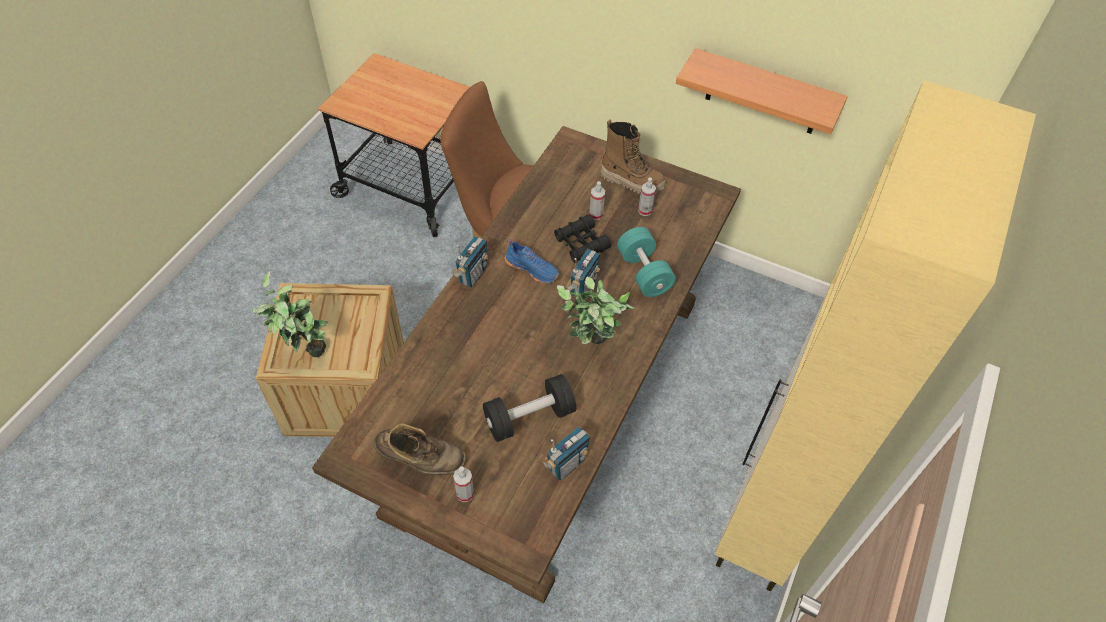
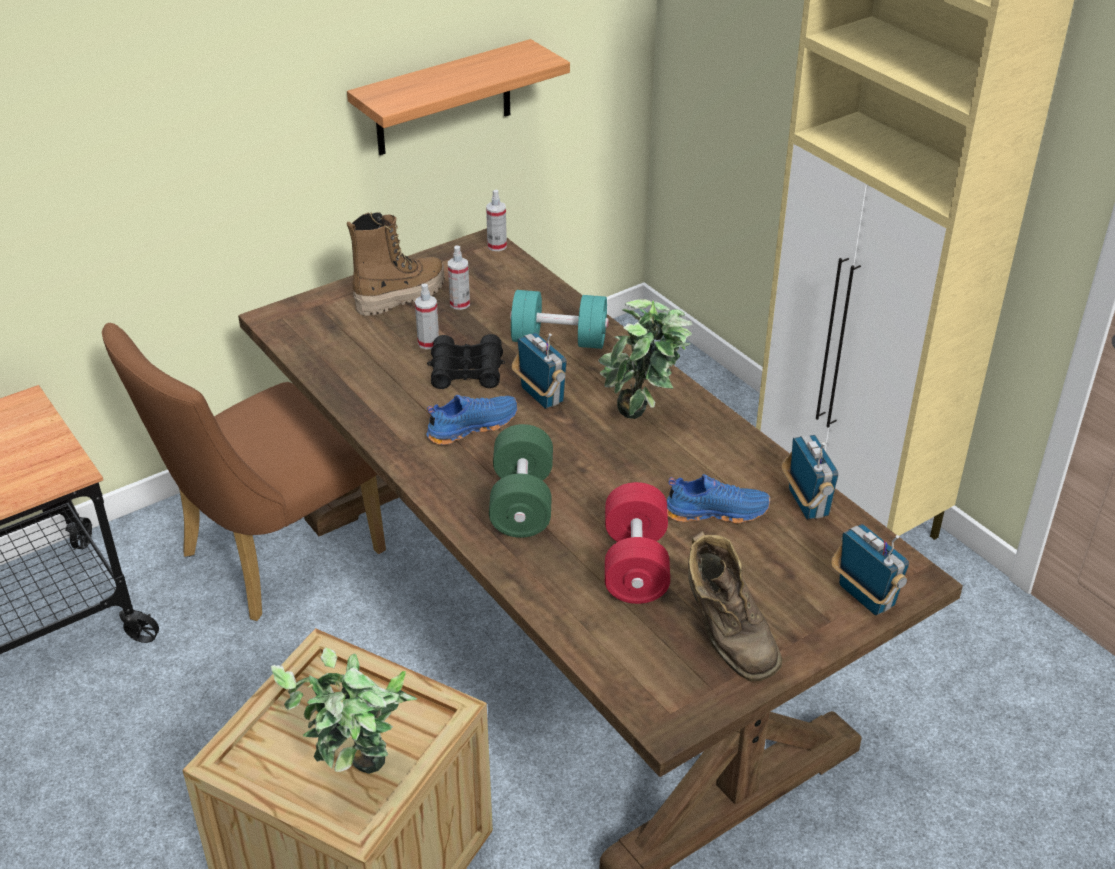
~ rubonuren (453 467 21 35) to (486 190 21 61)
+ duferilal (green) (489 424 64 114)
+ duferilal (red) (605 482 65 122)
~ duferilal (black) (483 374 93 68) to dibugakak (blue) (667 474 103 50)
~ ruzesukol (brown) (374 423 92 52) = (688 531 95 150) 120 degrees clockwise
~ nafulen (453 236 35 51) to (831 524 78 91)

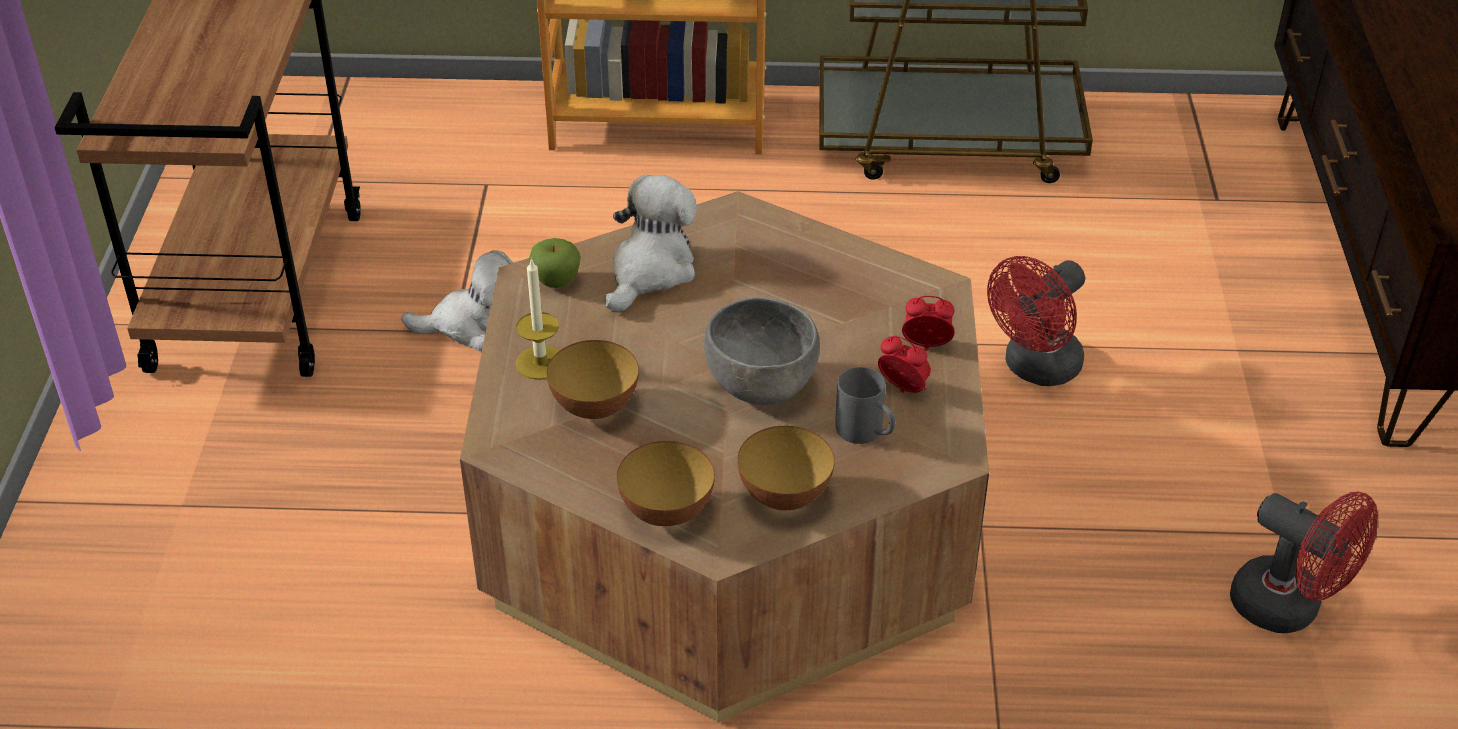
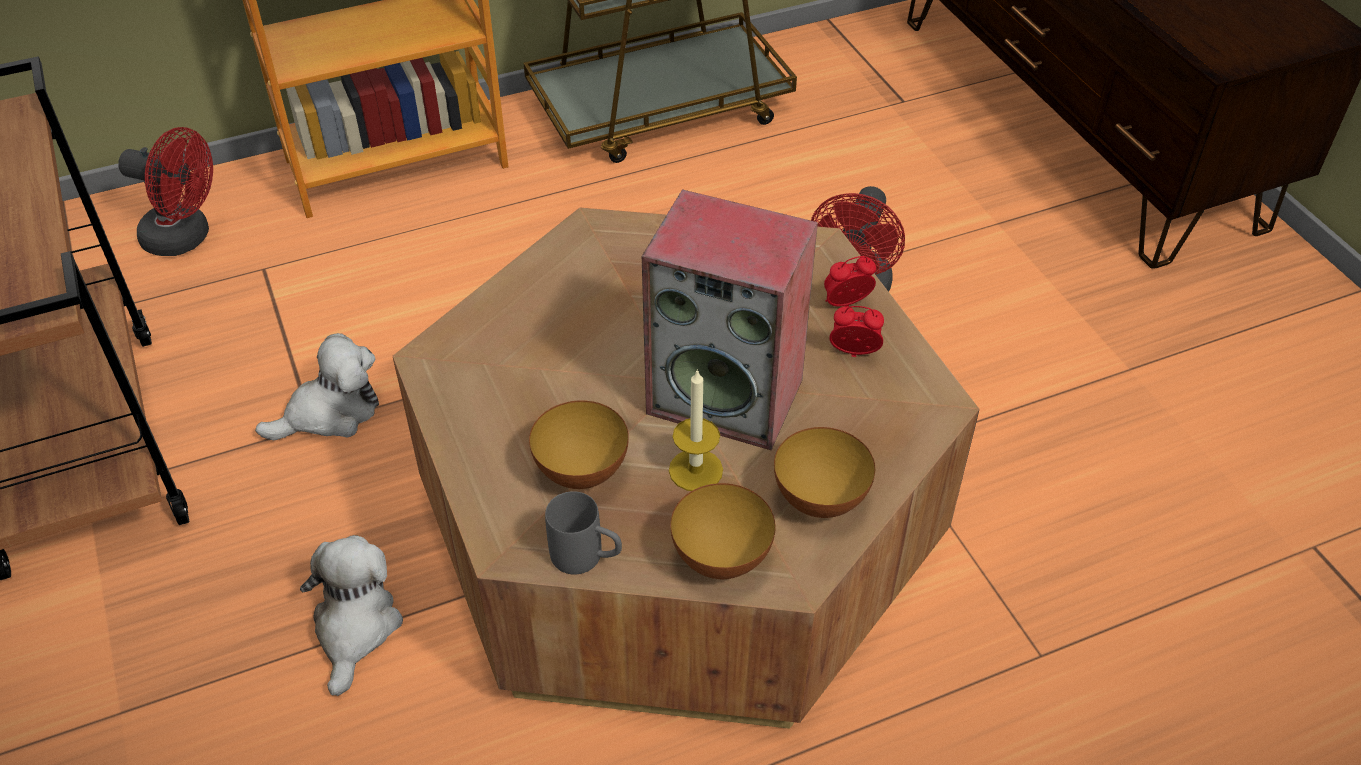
~ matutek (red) (1230 492 148 141) to (118 127 95 129)
~ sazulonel (605 174 92 138) to (300 535 103 161)
~ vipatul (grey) (836 367 59 77) to (545 491 77 84)
~ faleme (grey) (704 297 116 108) to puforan (642 189 176 261)
~ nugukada (516 258 44 122) to (669 369 54 122)
- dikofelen (529 238 52 50)

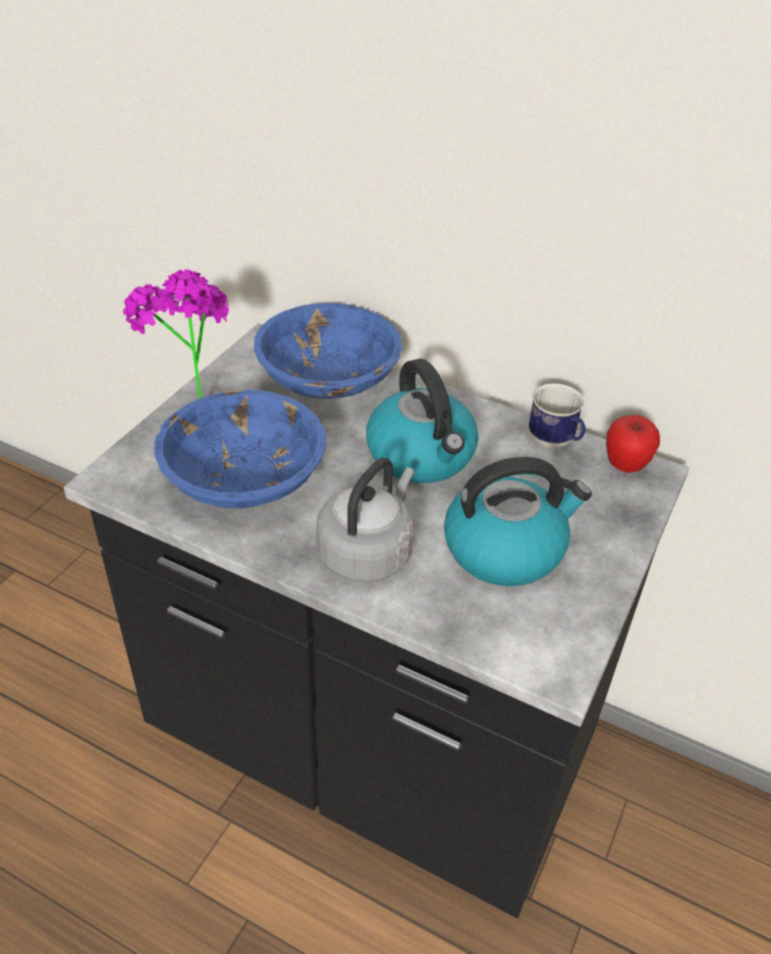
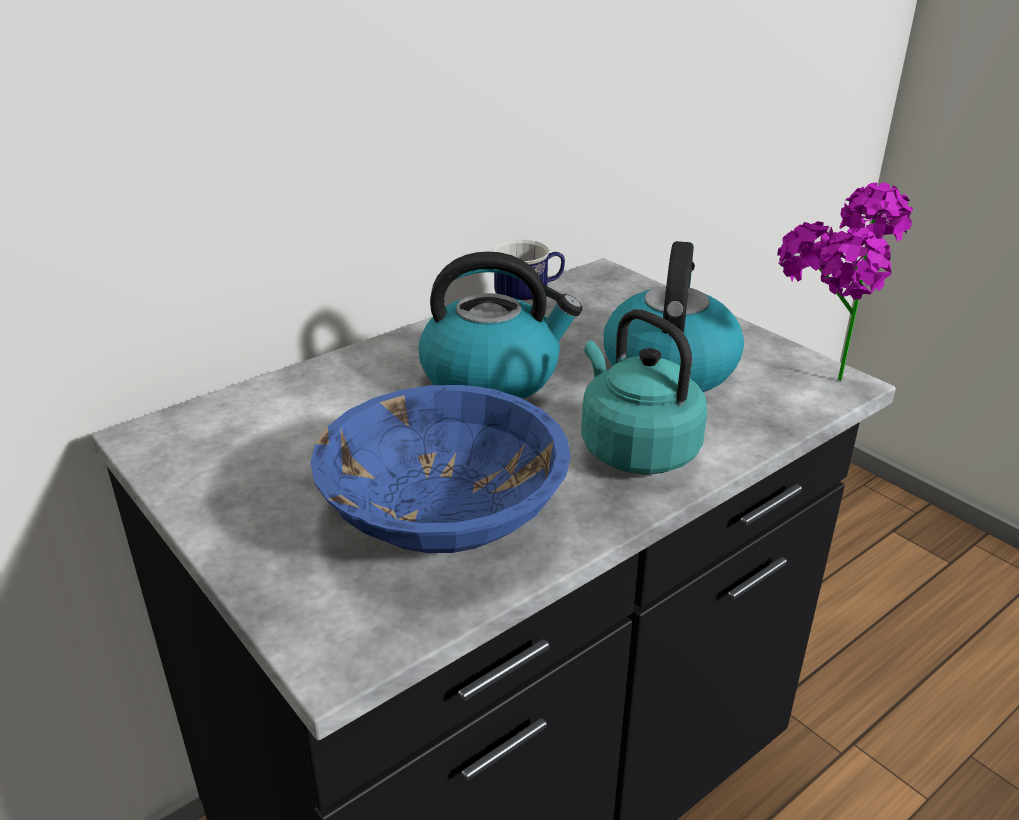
~ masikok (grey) (316 458 98 124) to masikok (turquoise) (581 309 126 166)
~ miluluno (123 269 106 130) to (777 182 136 199)
- faleme (blue) (254 303 148 96)
- dikofelen (606 415 54 58)

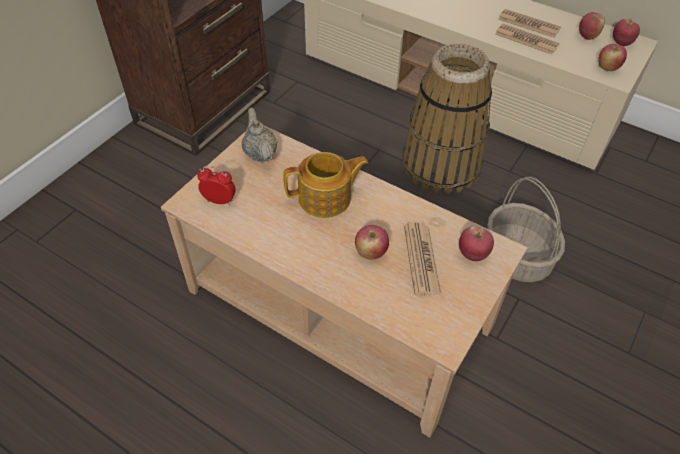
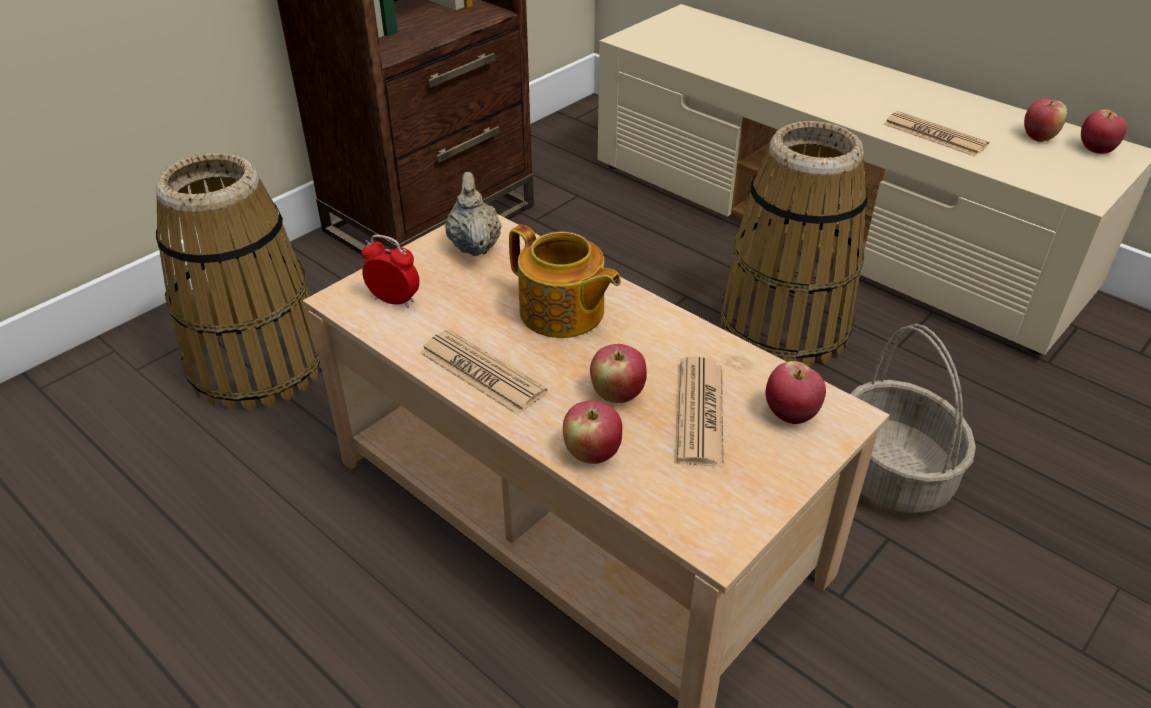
+ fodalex (156 153 166 258)
~ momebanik (498 9 63 28) to (420 329 127 86)
~ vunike (283 152 85 66) = (509 225 112 113) 45 degrees clockwise
~ dikofelen (598 44 29 27) to (563 401 59 63)

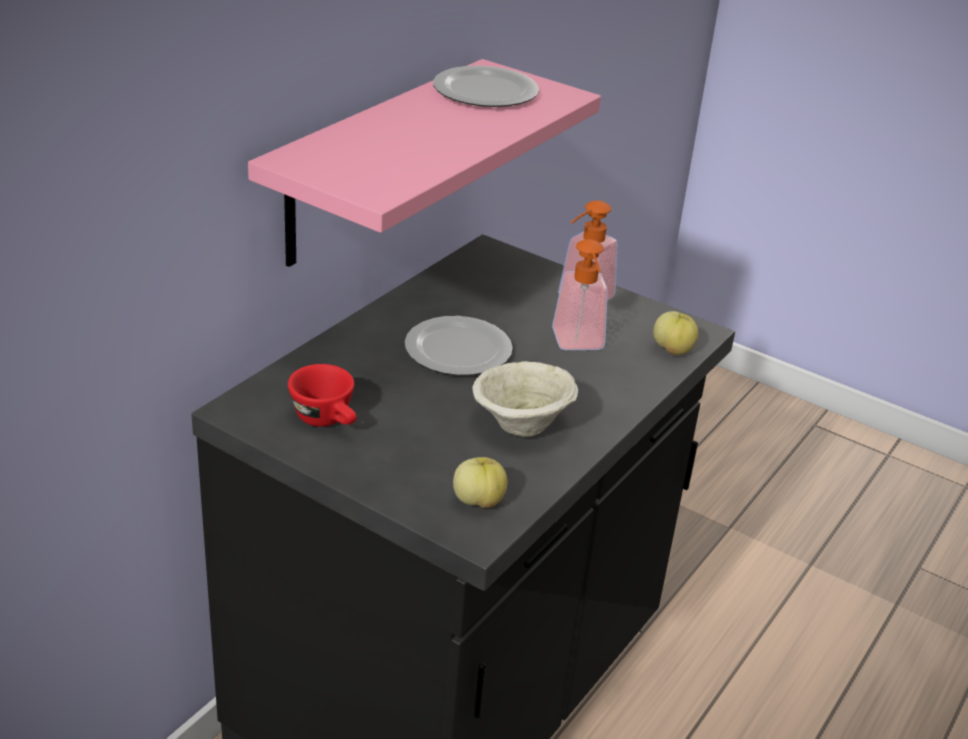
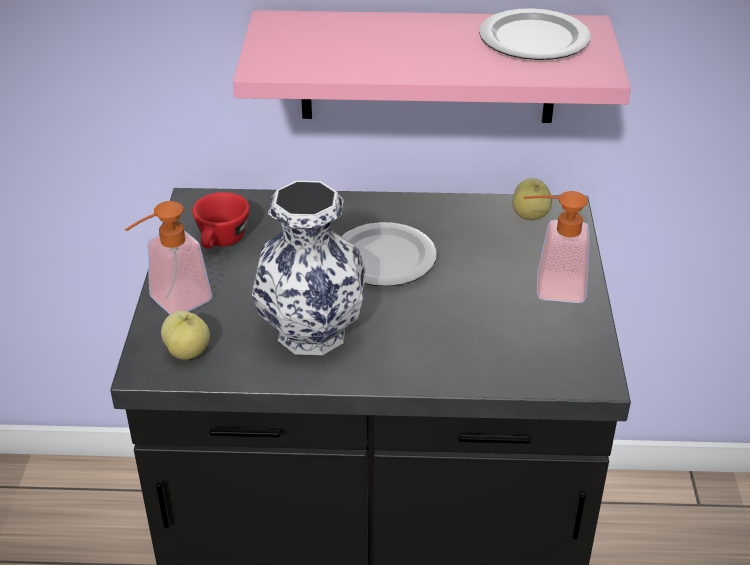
~ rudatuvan (552 239 56 111) to (125 201 87 114)
~ faleme (beige) (473 361 105 76) to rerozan (252 180 114 175)
~ dikofelen (653 311 45 44) to (512 178 40 42)

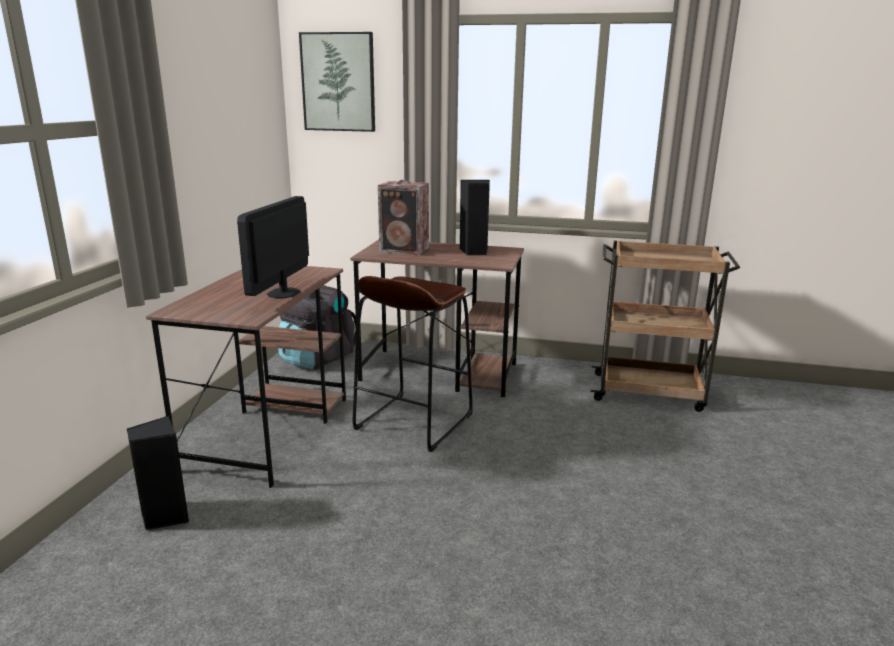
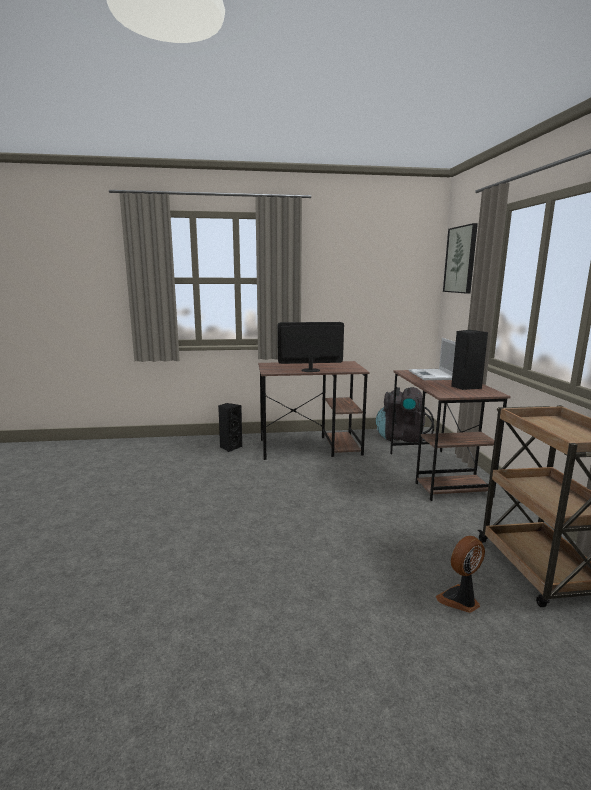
~ puforan (378 180 51 75) to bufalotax (409 338 47 42)
+ matutek (436 536 49 77)
- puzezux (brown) (353 276 120 176)

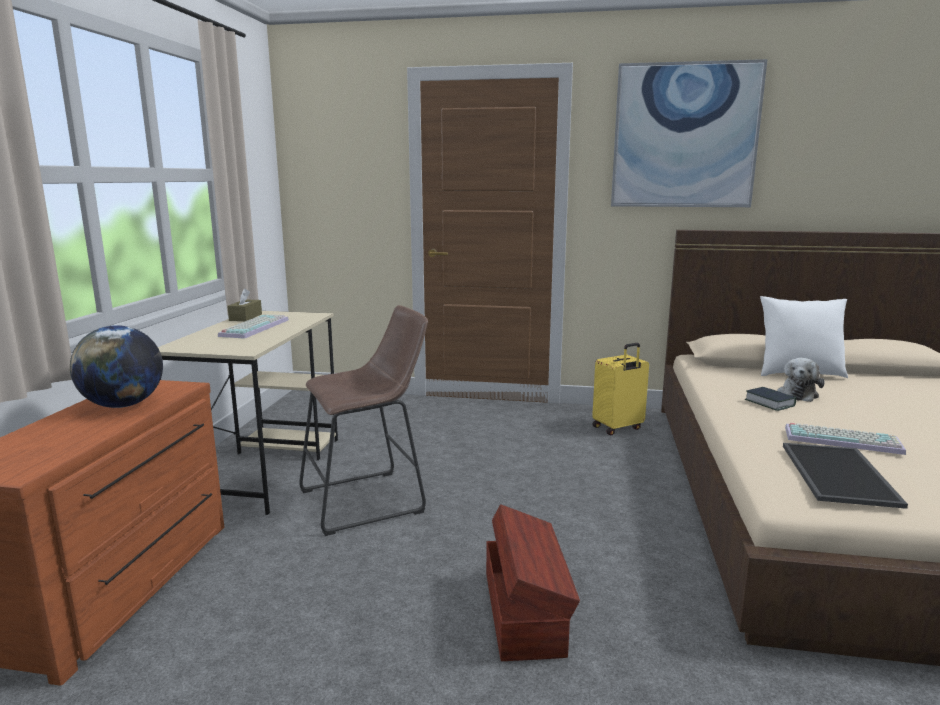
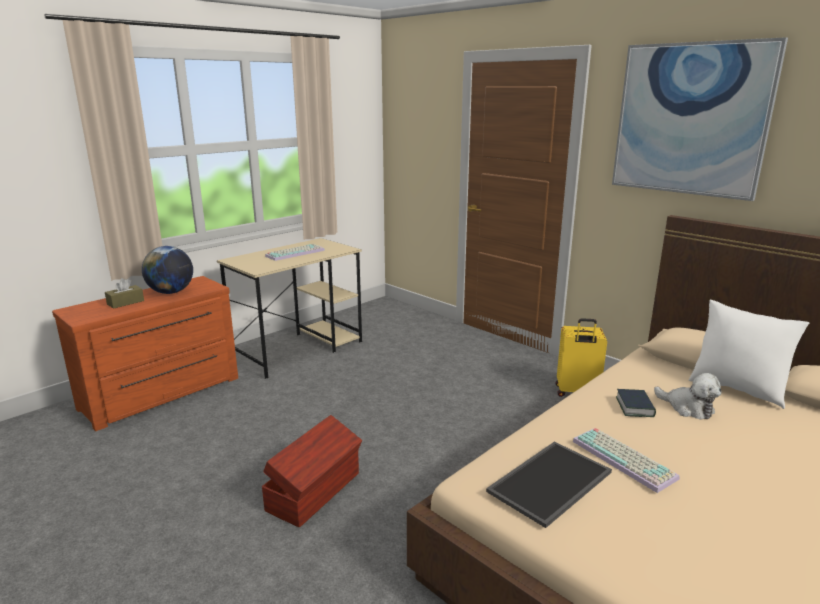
~ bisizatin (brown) (227 288 35 33) to (105 278 39 31)
~ sazulonel (777 358 48 44) = (654 373 67 46) 105 degrees counterclockwise
- puzezux (brown) (299 305 129 231)

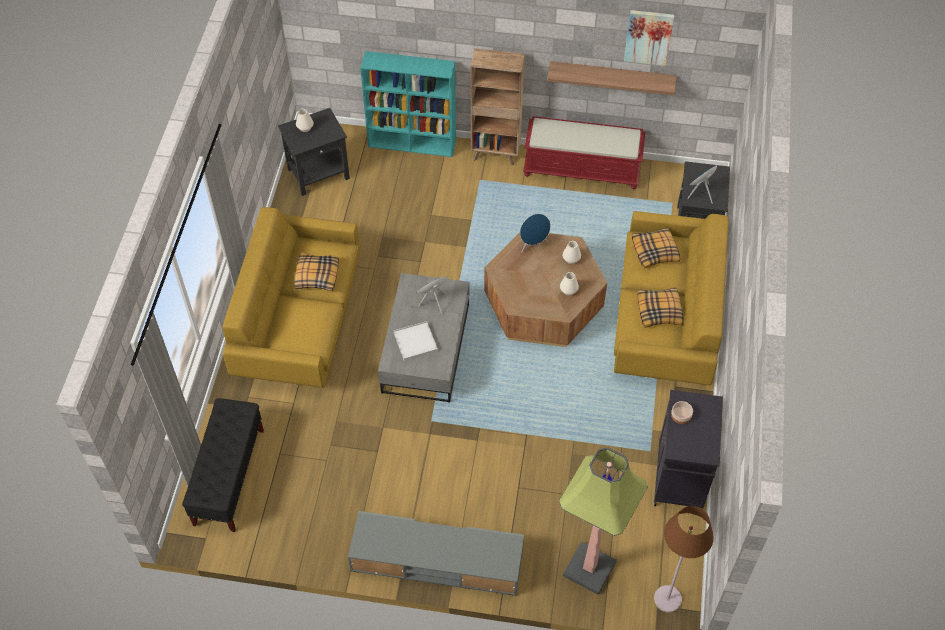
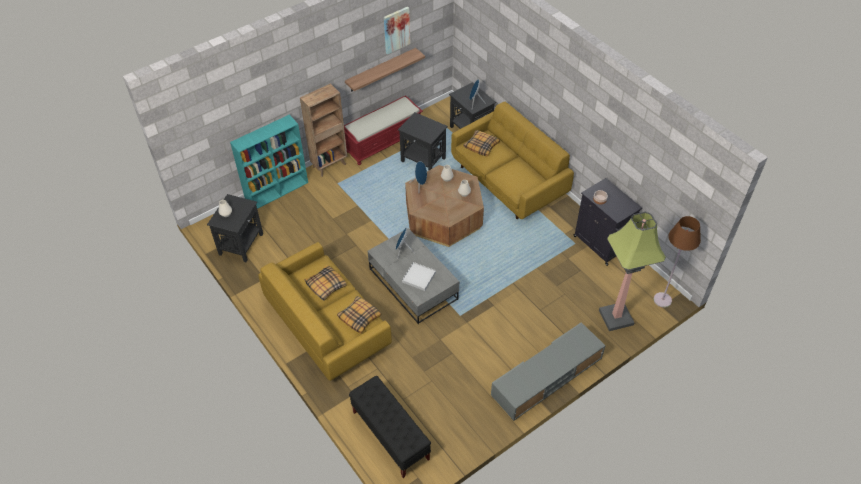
~ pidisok (637 287 46 41) to (337 296 44 38)
+ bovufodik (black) (398 112 50 59)

